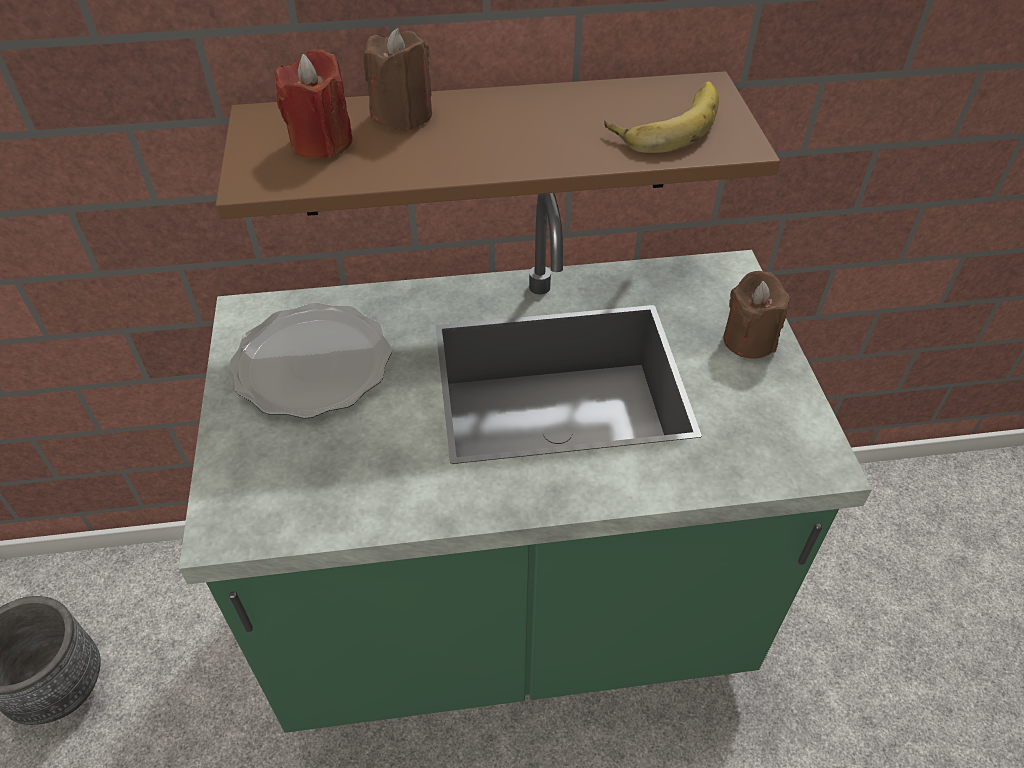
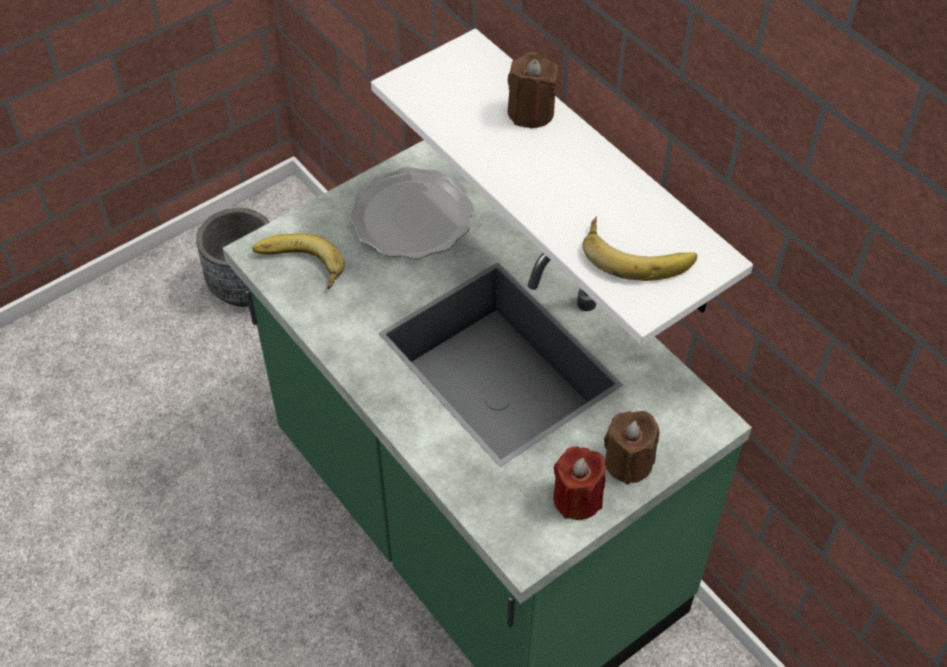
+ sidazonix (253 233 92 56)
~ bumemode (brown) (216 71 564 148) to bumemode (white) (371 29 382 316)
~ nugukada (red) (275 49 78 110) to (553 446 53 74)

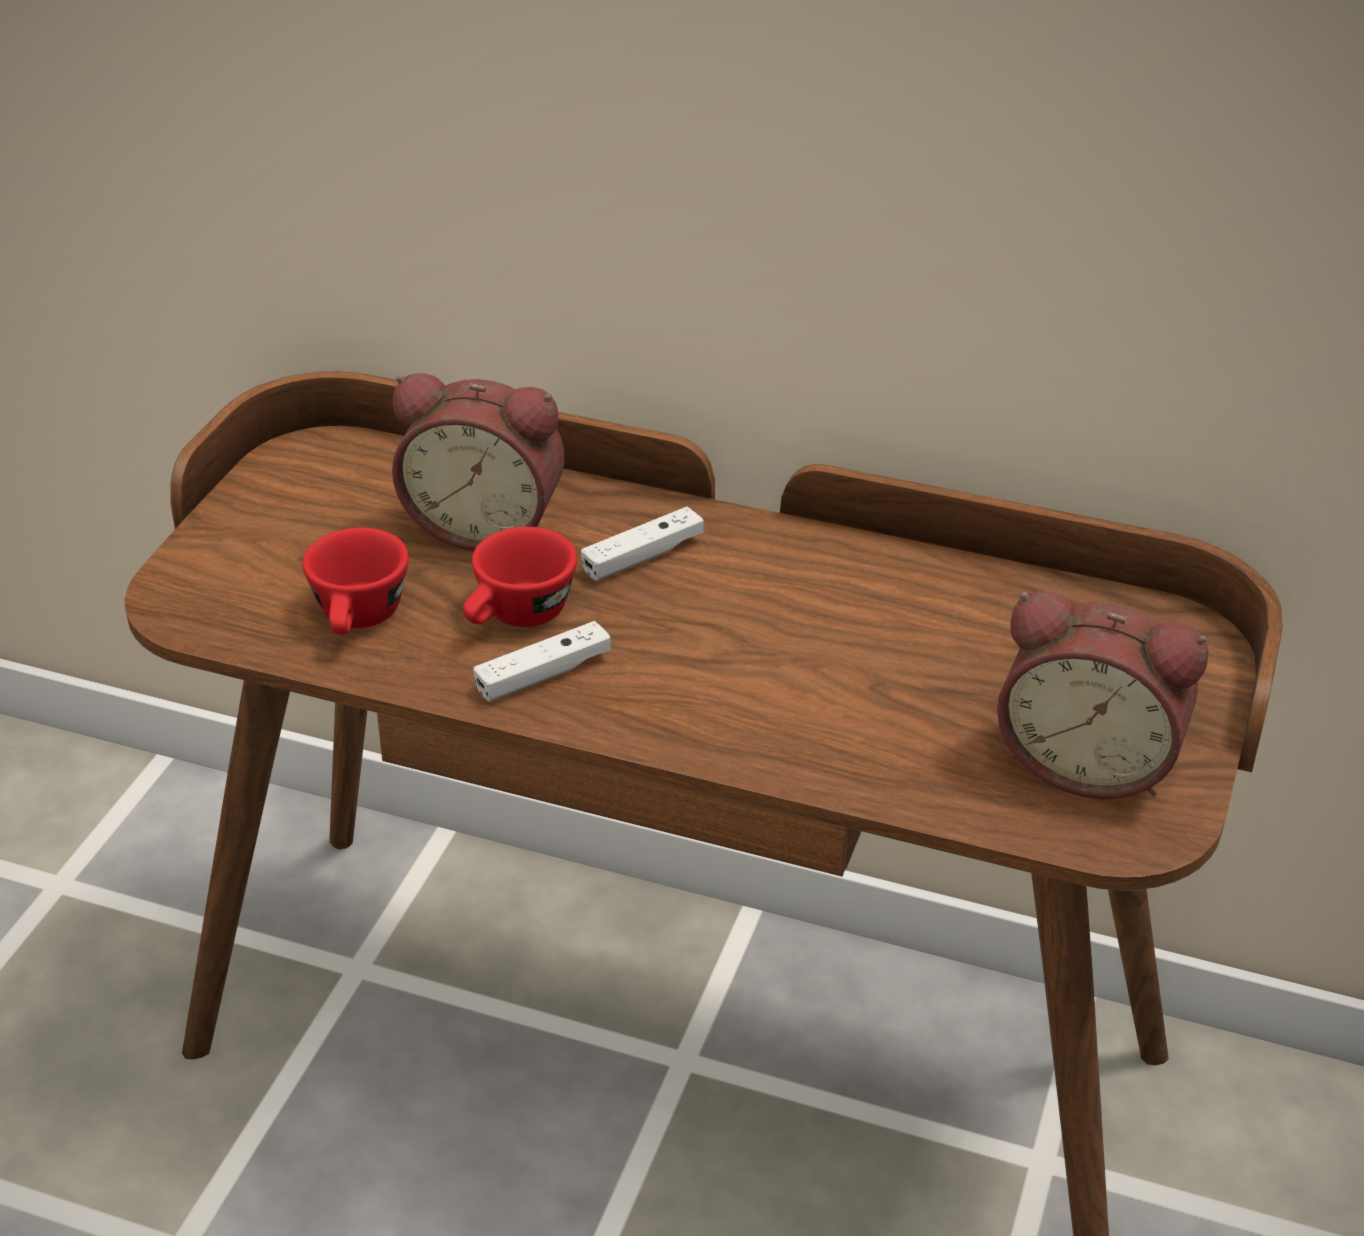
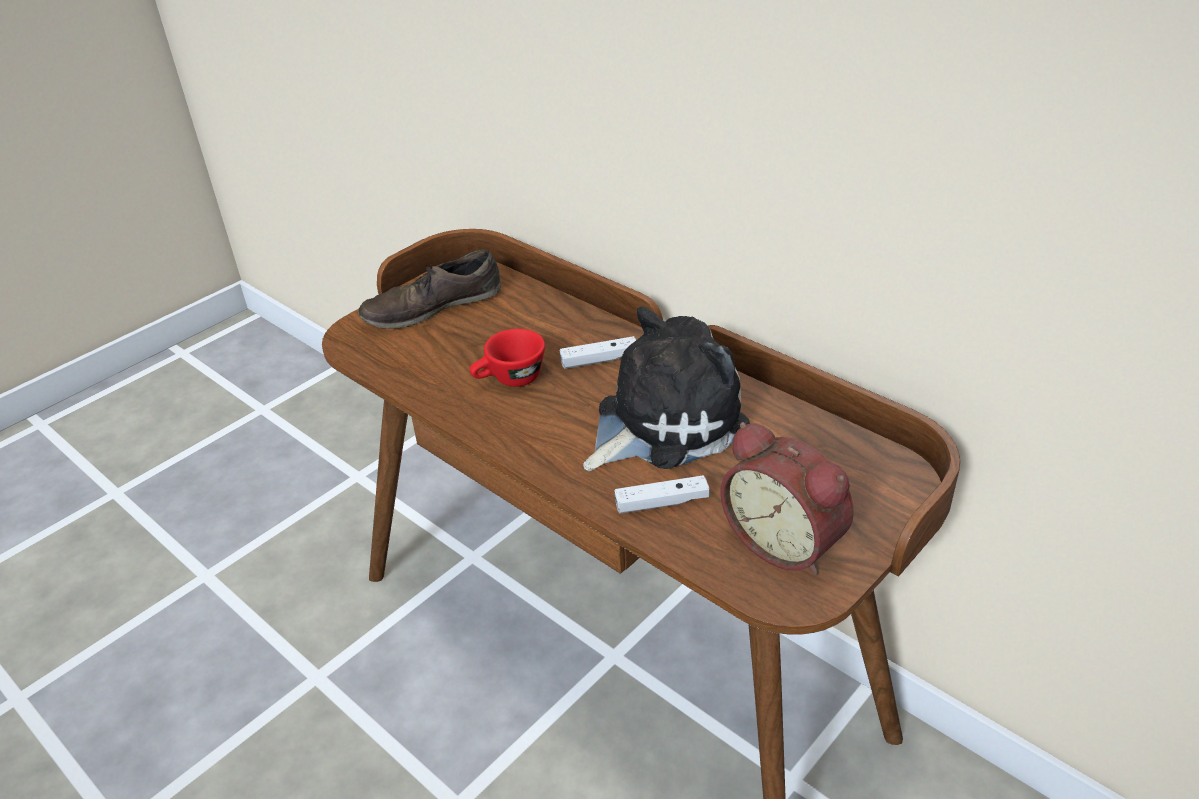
+ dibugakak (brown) (358 250 143 79)
+ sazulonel (583 306 167 165)
~ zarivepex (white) (473 621 138 81) to (614 475 96 39)
- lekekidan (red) (302 527 107 108)
- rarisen (392 373 173 178)

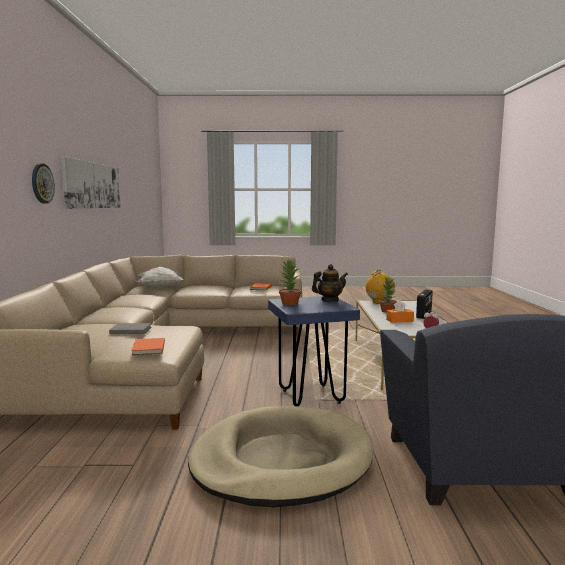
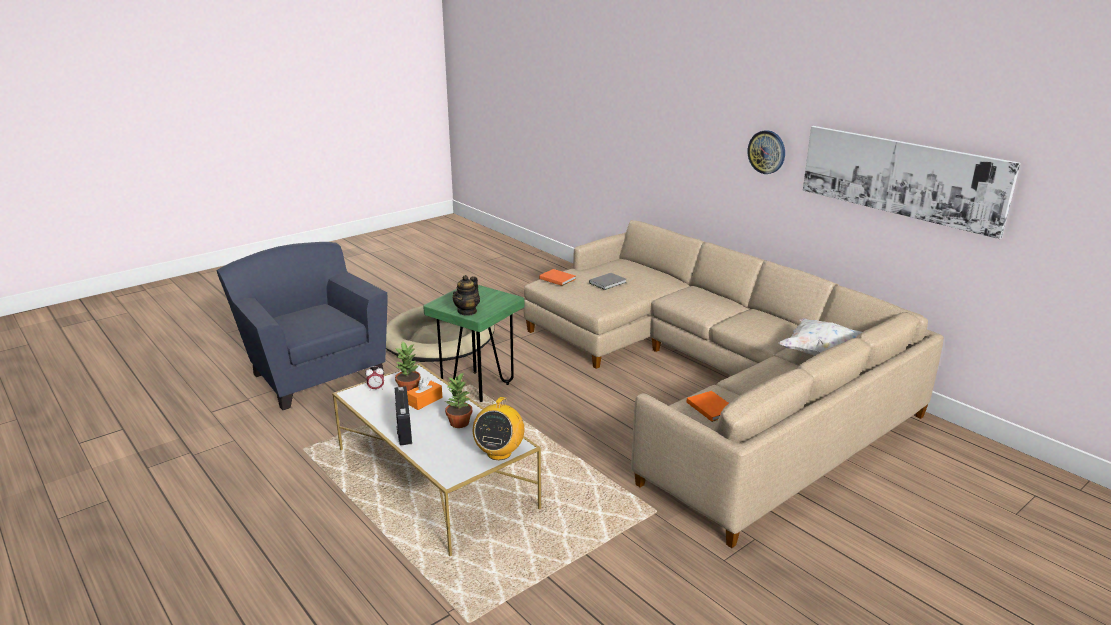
~ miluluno (279 260 22 45) to (395 340 26 51)
~ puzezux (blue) (268 296 92 110) to puzezux (green) (423 285 101 117)

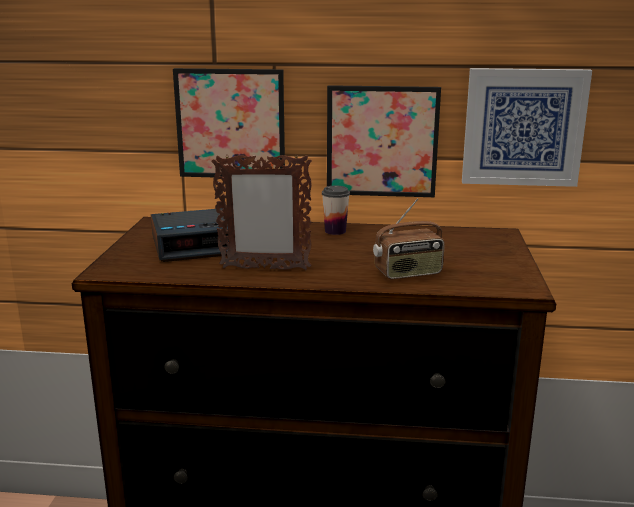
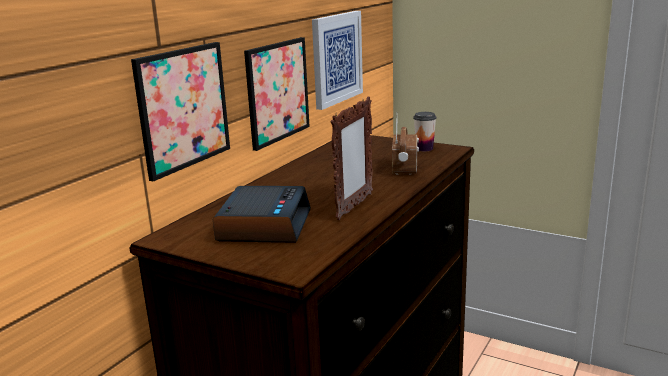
~ lekekidan (322 186 28 49) to (413 112 23 39)

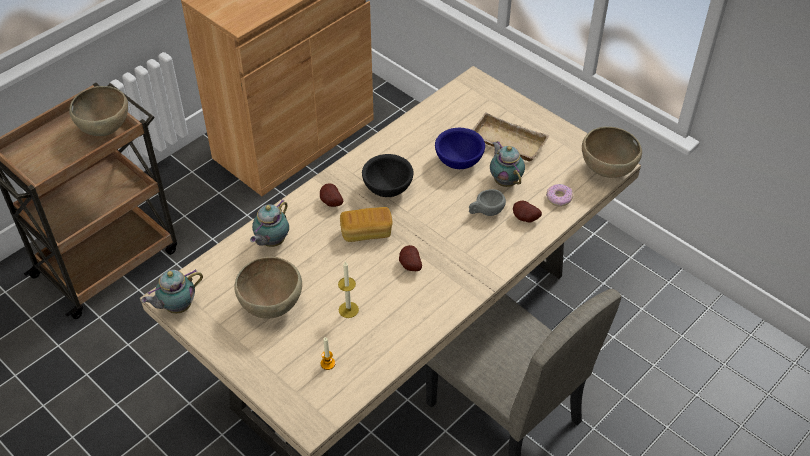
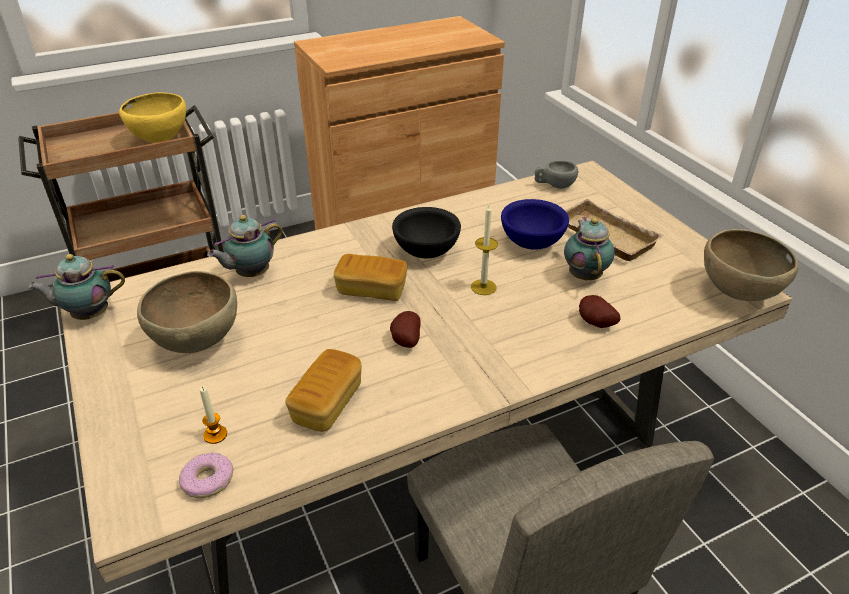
~ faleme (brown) (69 86 59 50) to faleme (yellow) (119 92 67 51)
~ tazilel (546 184 27 23) to (179 452 55 46)
+ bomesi (285 349 77 83)
~ nugukada (338 261 21 57) to (471 204 27 91)
~ lekekidan (grey) (469 189 37 27) to (534 160 44 29)
- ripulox (320 183 23 24)

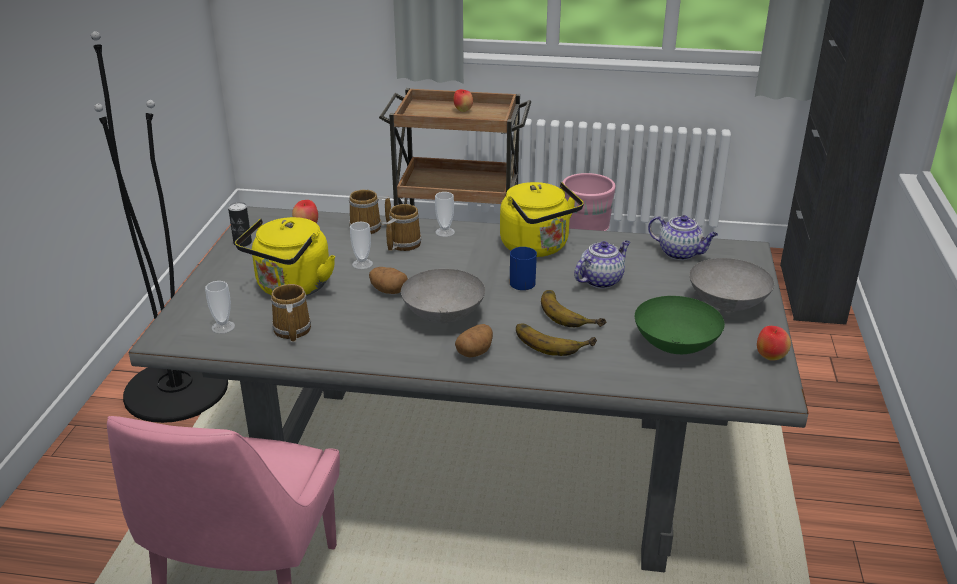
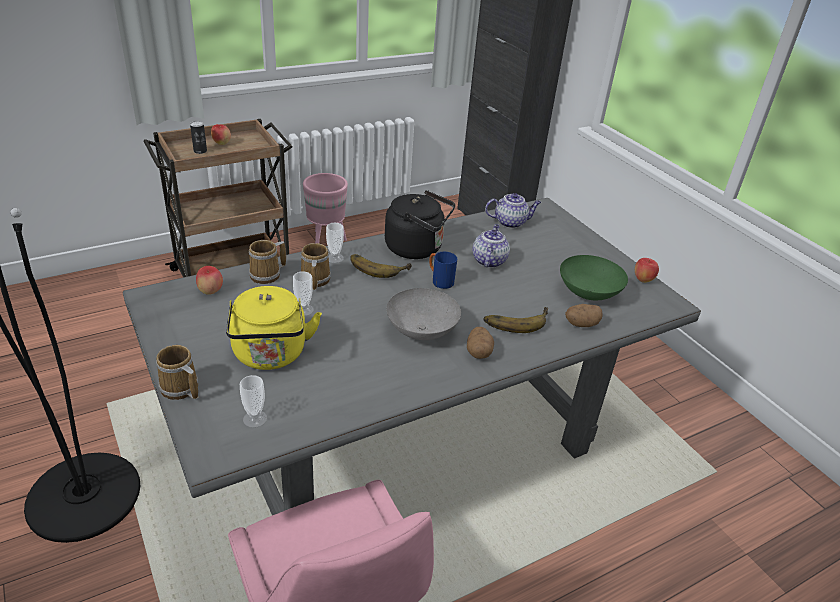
~ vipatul (271 284 40 58) to (156 345 42 55)
~ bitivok (228 202 24 45) to (190 121 17 33)
~ sidazonix (541 290 65 37) to (350 254 62 24)
~ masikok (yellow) (500 182 84 75) to masikok (black) (385 190 70 69)
~ ripulox (369 267 39 27) to (565 304 38 23)
- faleme (grey) (689 258 85 53)

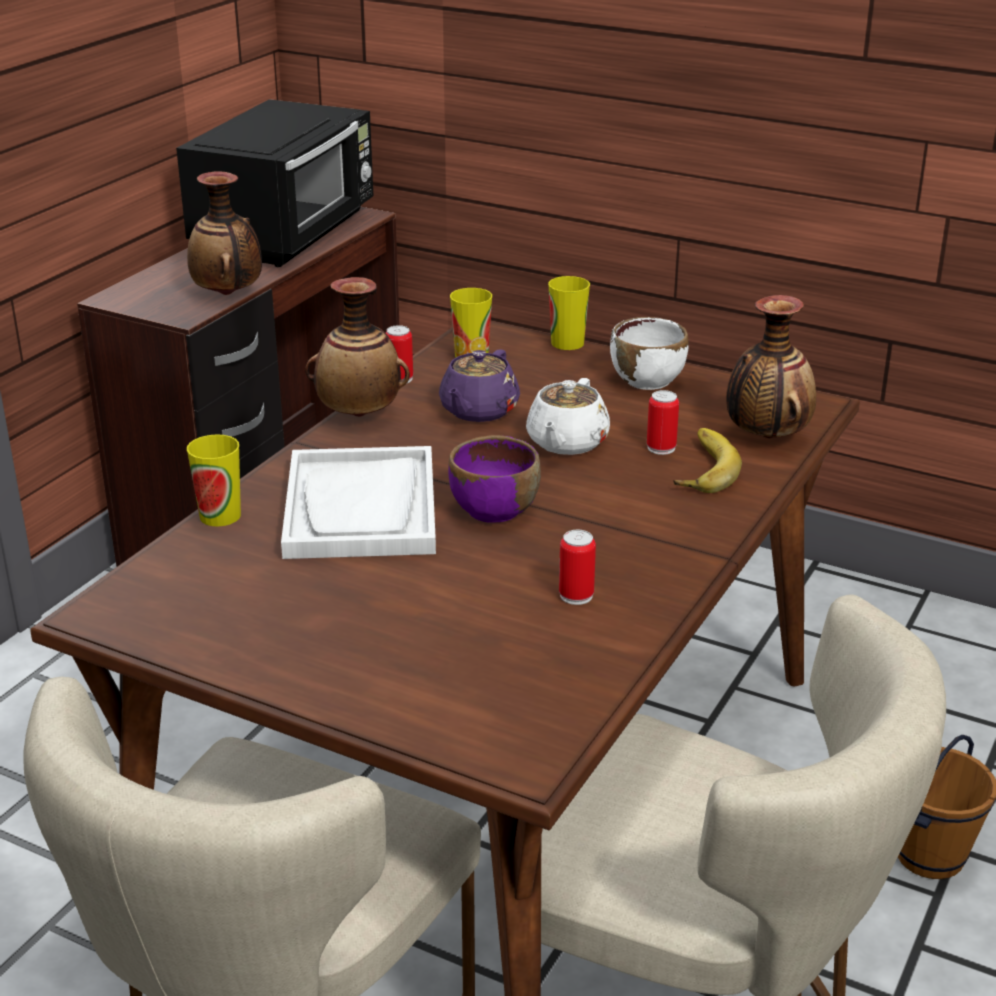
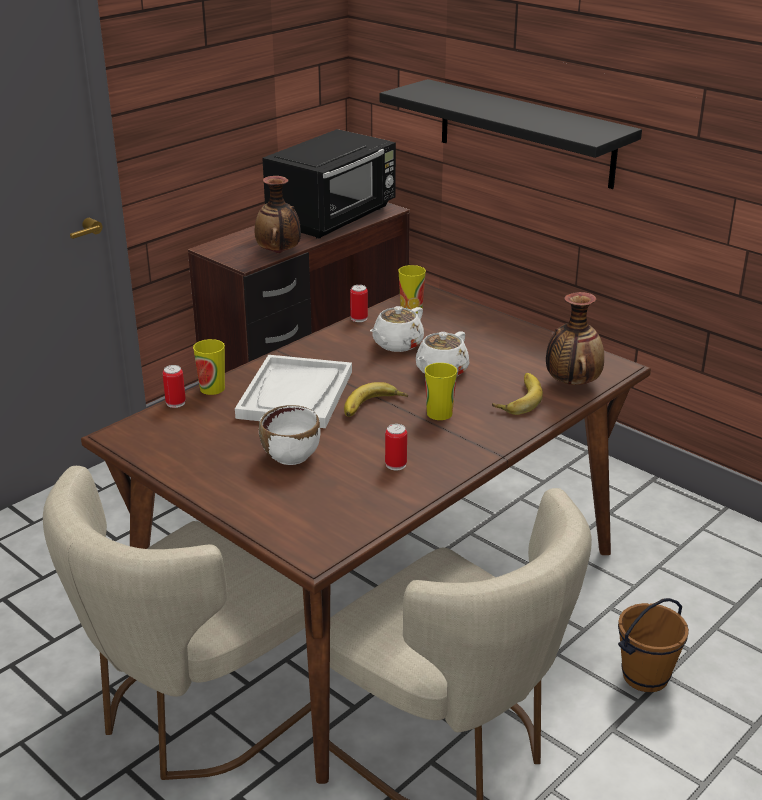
~ bitivok (647 390 32 65) to (163 365 23 43)
~ faleme (white) (610 317 78 73) to (259 405 62 60)
~ faleme (purple) (448 435 93 88) to sidazonix (344 382 64 35)
~ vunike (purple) (439 349 81 73) to vunike (white) (370 306 54 46)
+ bumemode (black) (380 79 262 110)
~ lekekidan (548 276 42 74) to (425 363 32 57)
- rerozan (305 277 105 140)

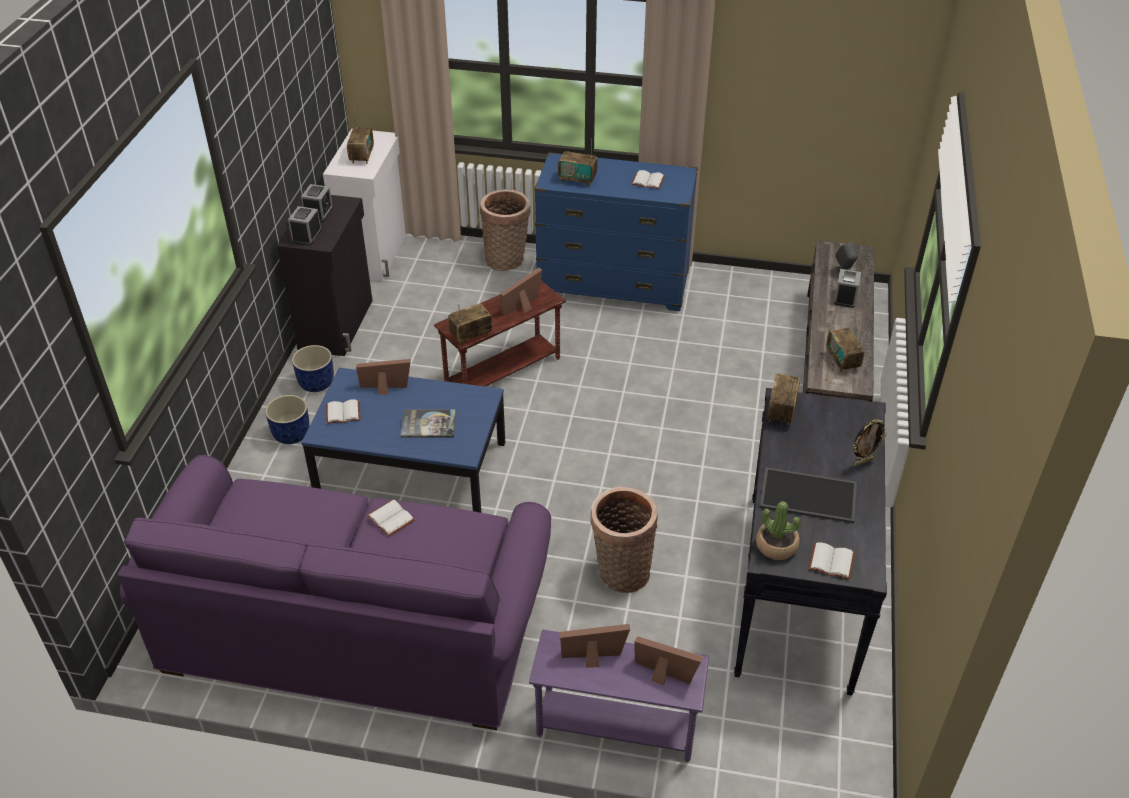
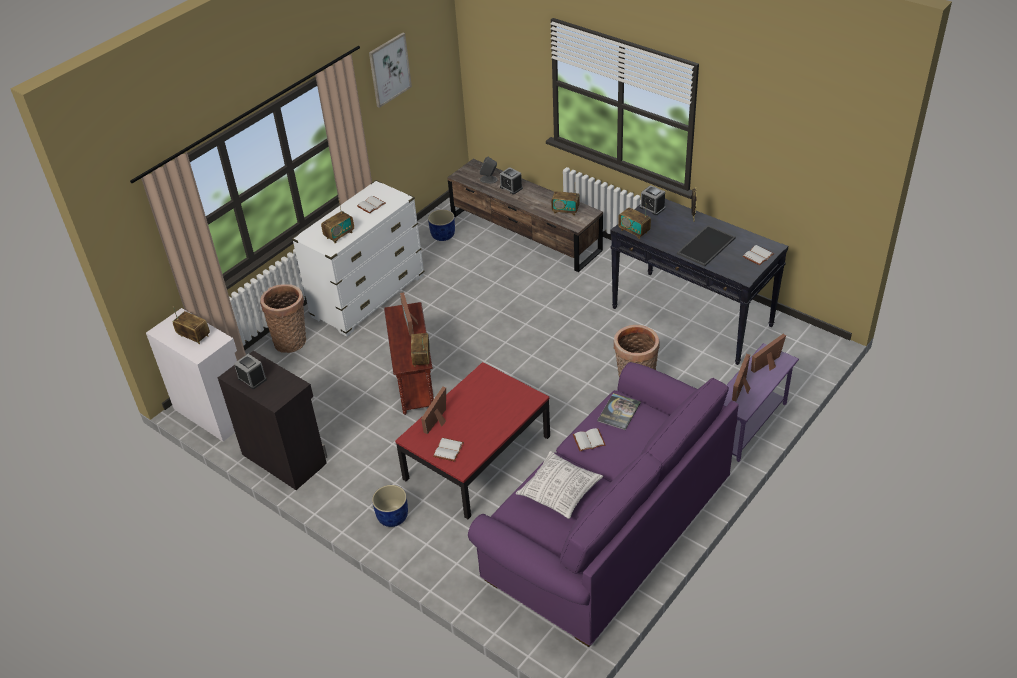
~ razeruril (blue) (534 152 164 159) to razeruril (white) (292 180 132 157)
+ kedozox (369 32 43 76)
~ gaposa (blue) (301 368 204 145) to gaposa (red) (395 362 155 157)
~ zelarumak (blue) (292 345 42 47) to (428 209 27 32)
+ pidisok (516 451 87 68)
~ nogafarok (401 409 55 29) to (598 393 43 37)
~ rarisen (288 206 34 40) to (640 185 25 30)
- miluluno (756 501 45 59)

